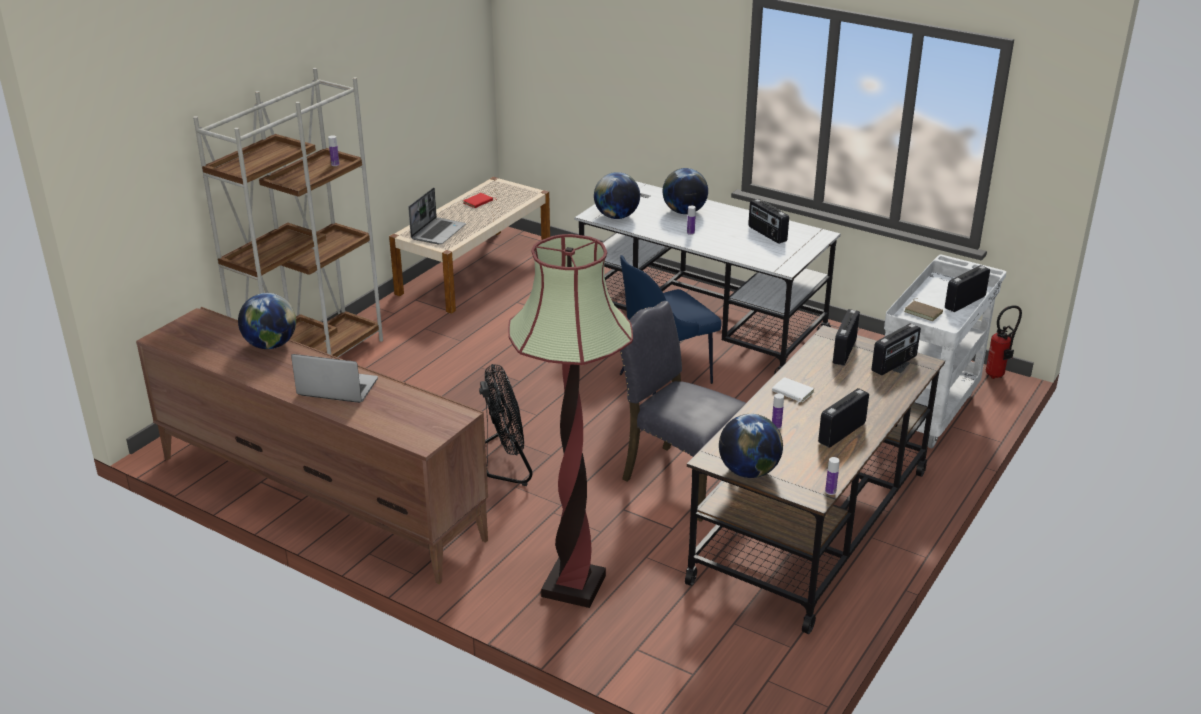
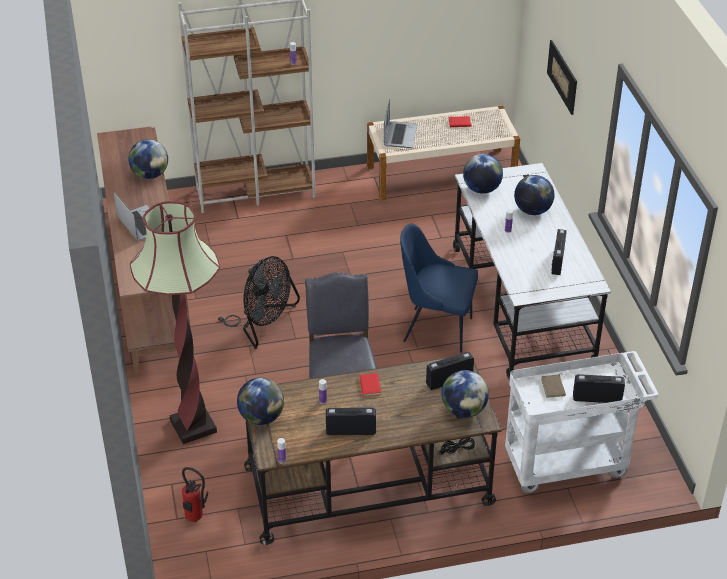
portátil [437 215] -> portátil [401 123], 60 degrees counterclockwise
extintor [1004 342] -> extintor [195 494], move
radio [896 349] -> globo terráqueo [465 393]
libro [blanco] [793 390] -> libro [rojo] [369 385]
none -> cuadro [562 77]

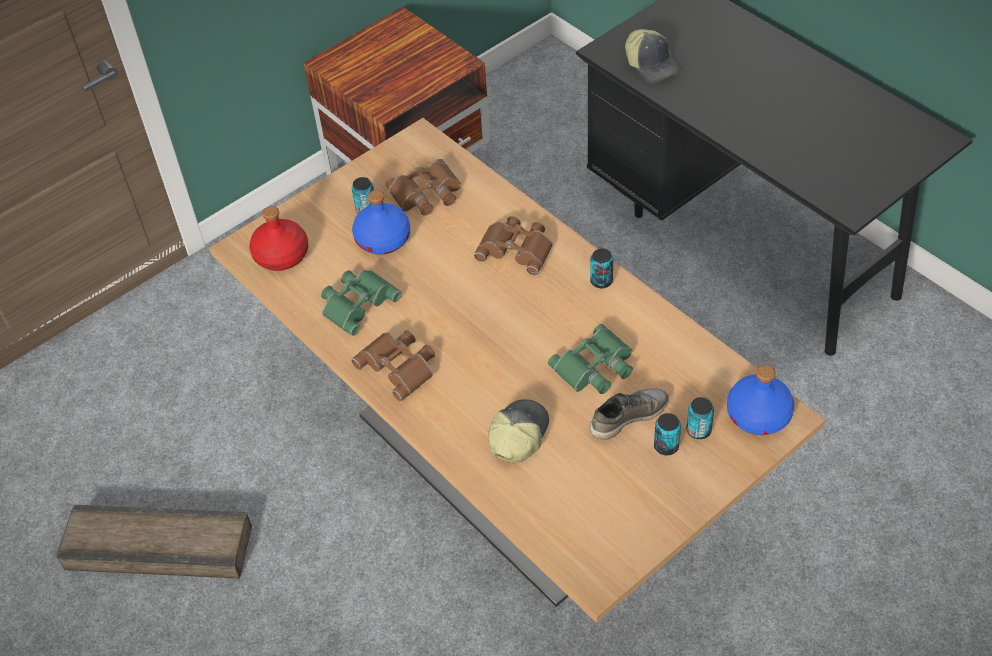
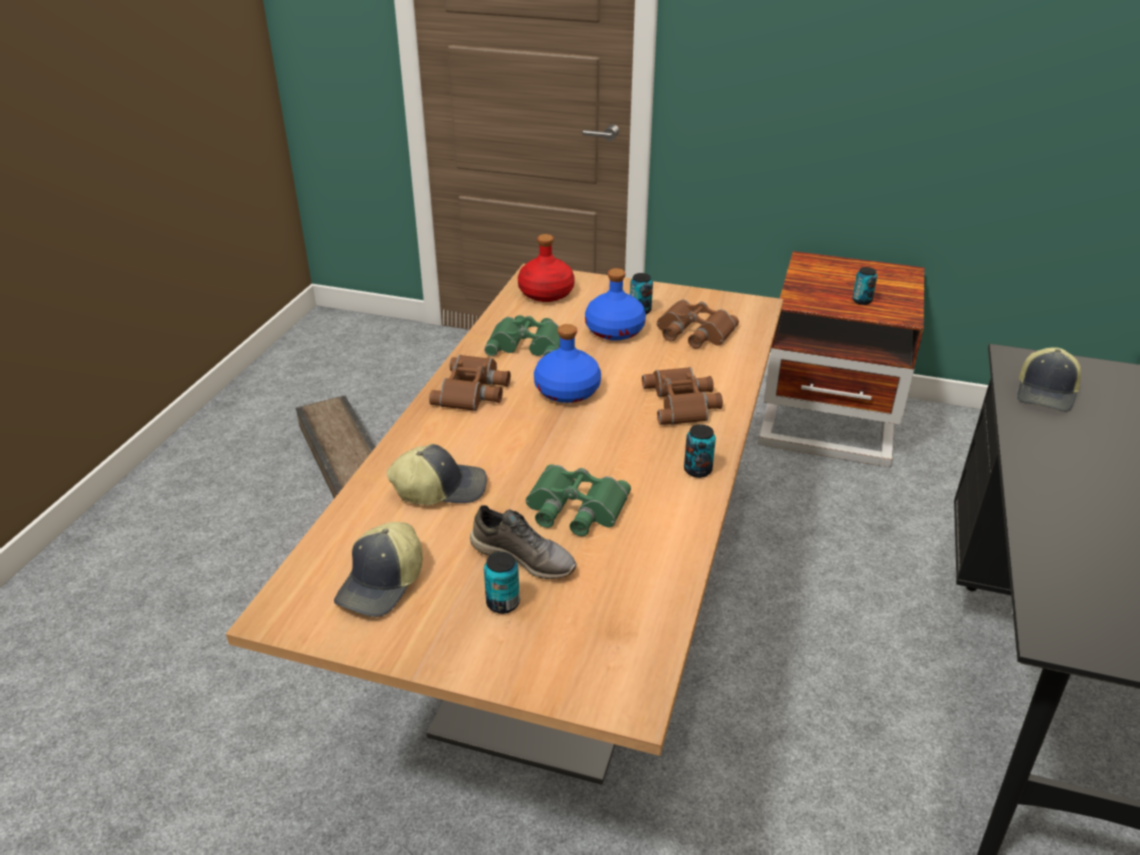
botella [azul] [760 400] -> botella [azul] [567 363], move
lata [700 418] -> lata [864 286], move
none -> gorra [378 569]

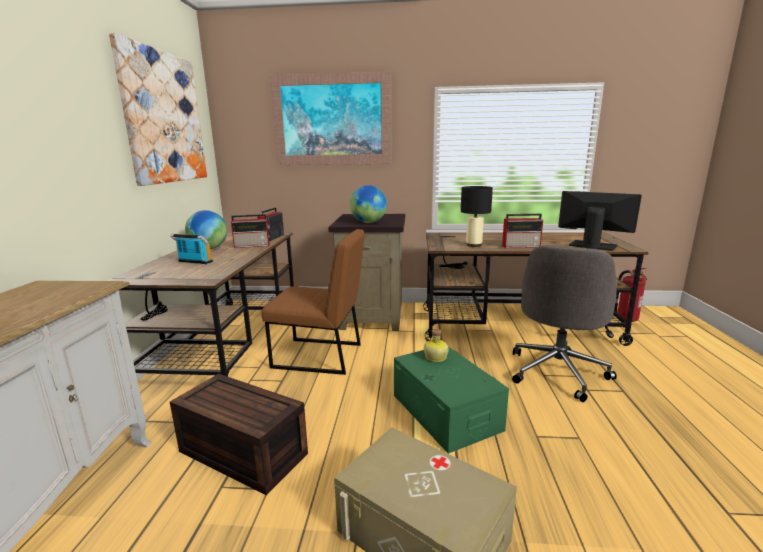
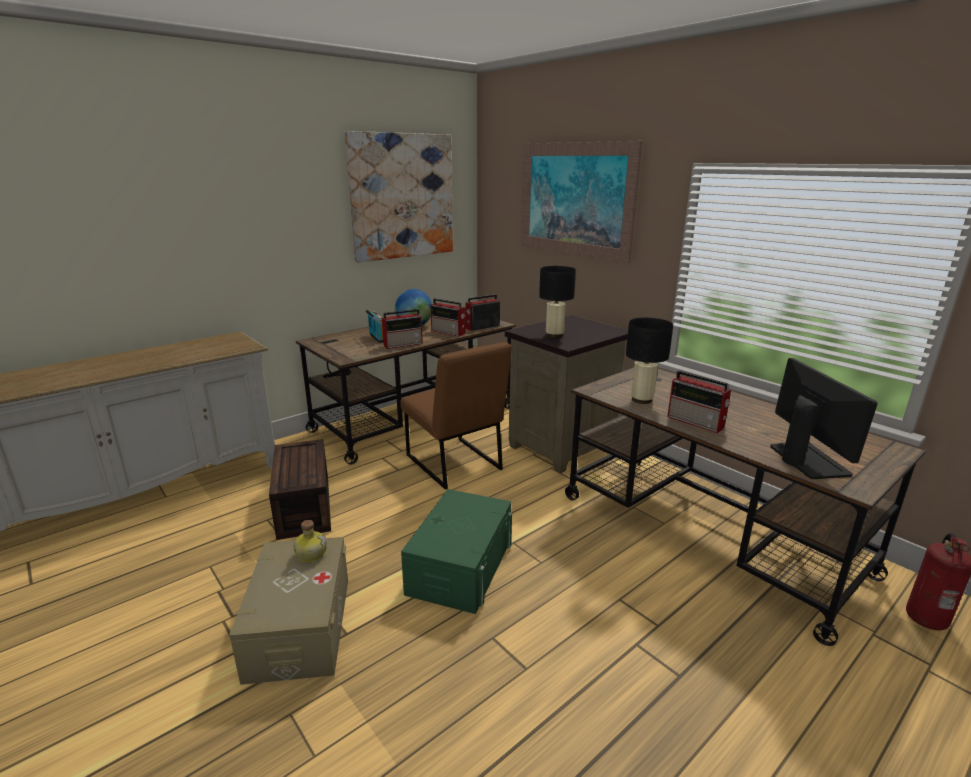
globo terráqueo [368 204] -> lámpara de mesa [negro] [557 302]
silla de oficina [gris] [564 323] -> none
botella [436 345] -> botella [310 541], move
none -> radio [402 329]

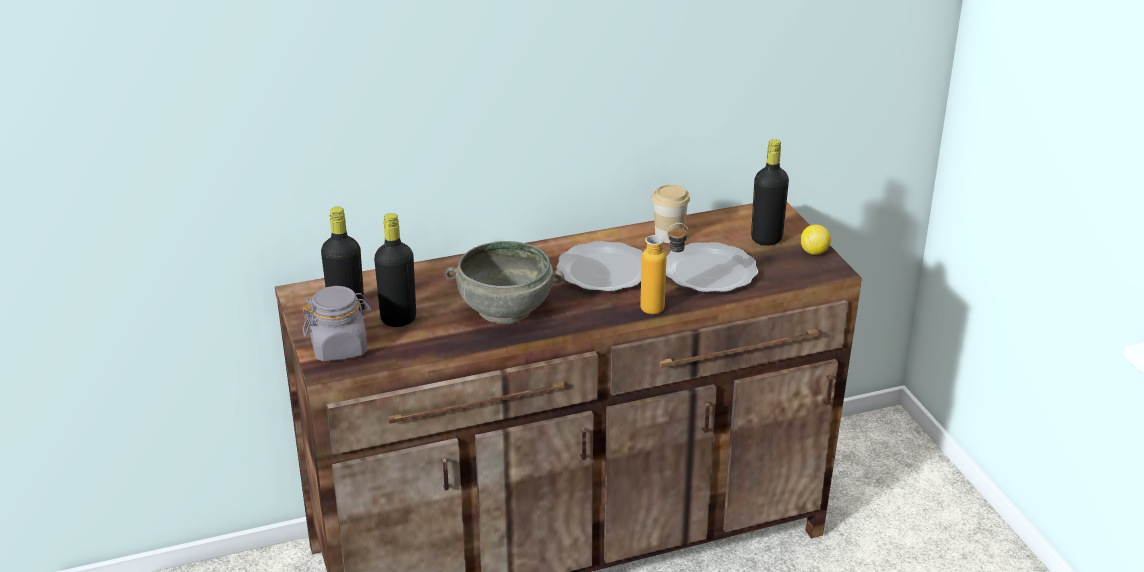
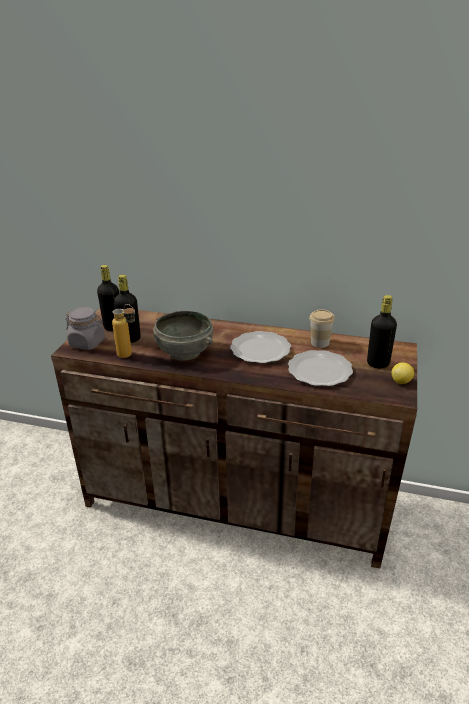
botella [664 268] -> botella [123 331], move

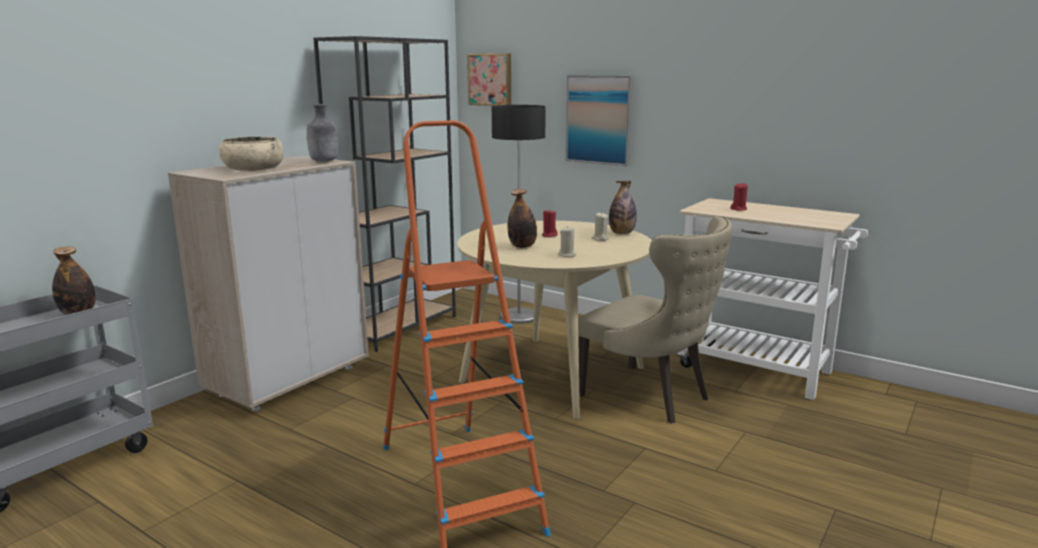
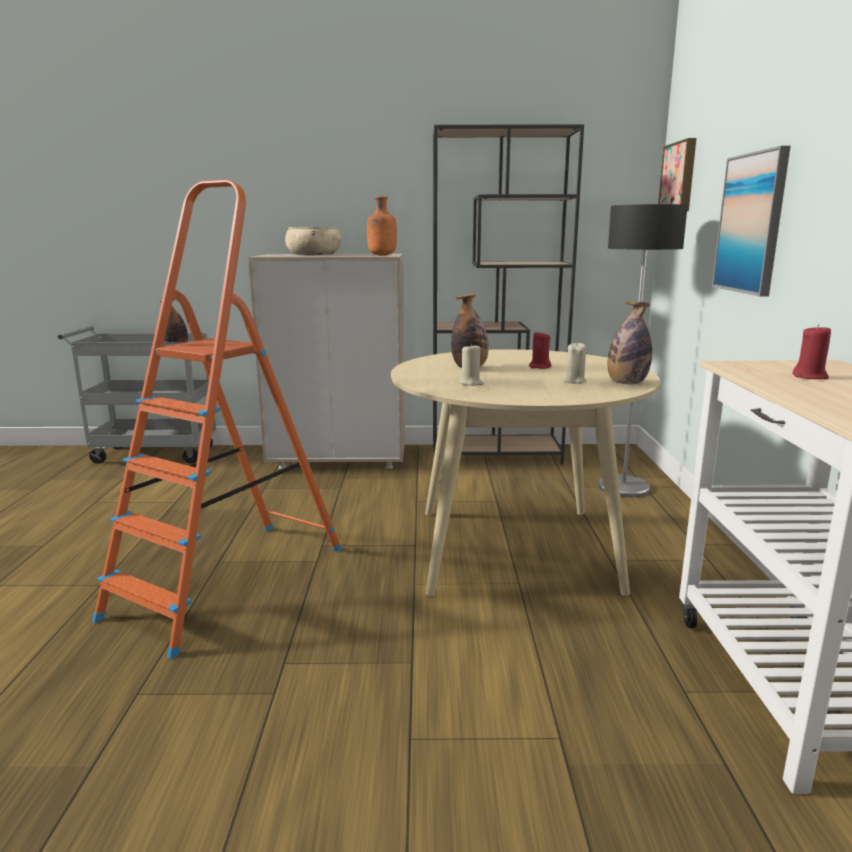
botella [gris] [322 133] -> botella [naranja] [382 226]
silla [beis] [655 320] -> none

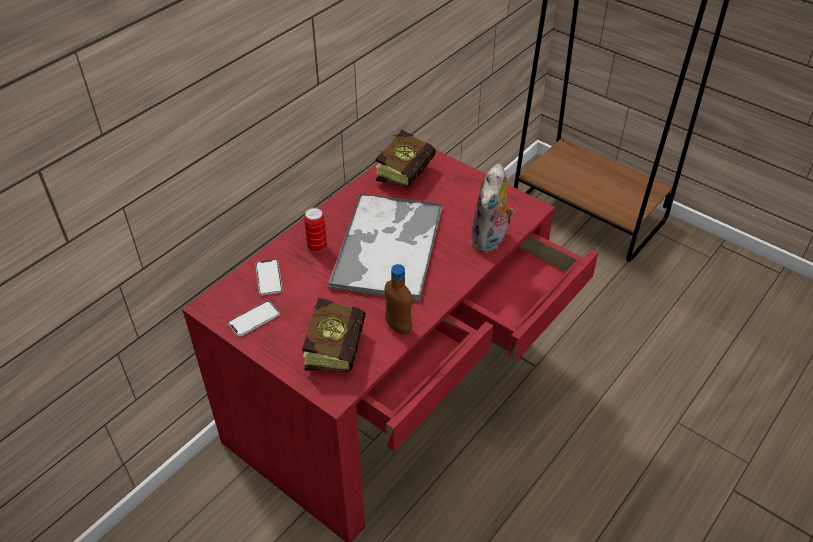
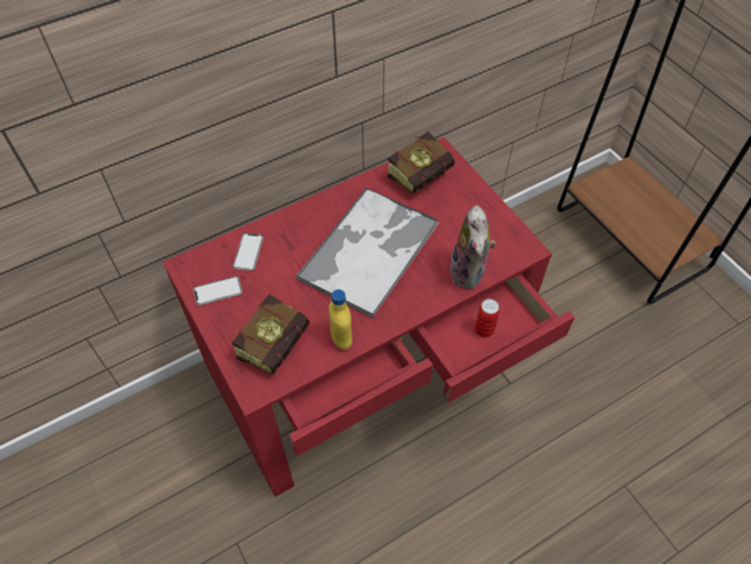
peluche [492 208] -> peluche [473 247], 45 degrees counterclockwise
lata [315 230] -> lata [487 318], move
botella [marrón] [398 299] -> botella [amarillo] [340 319]

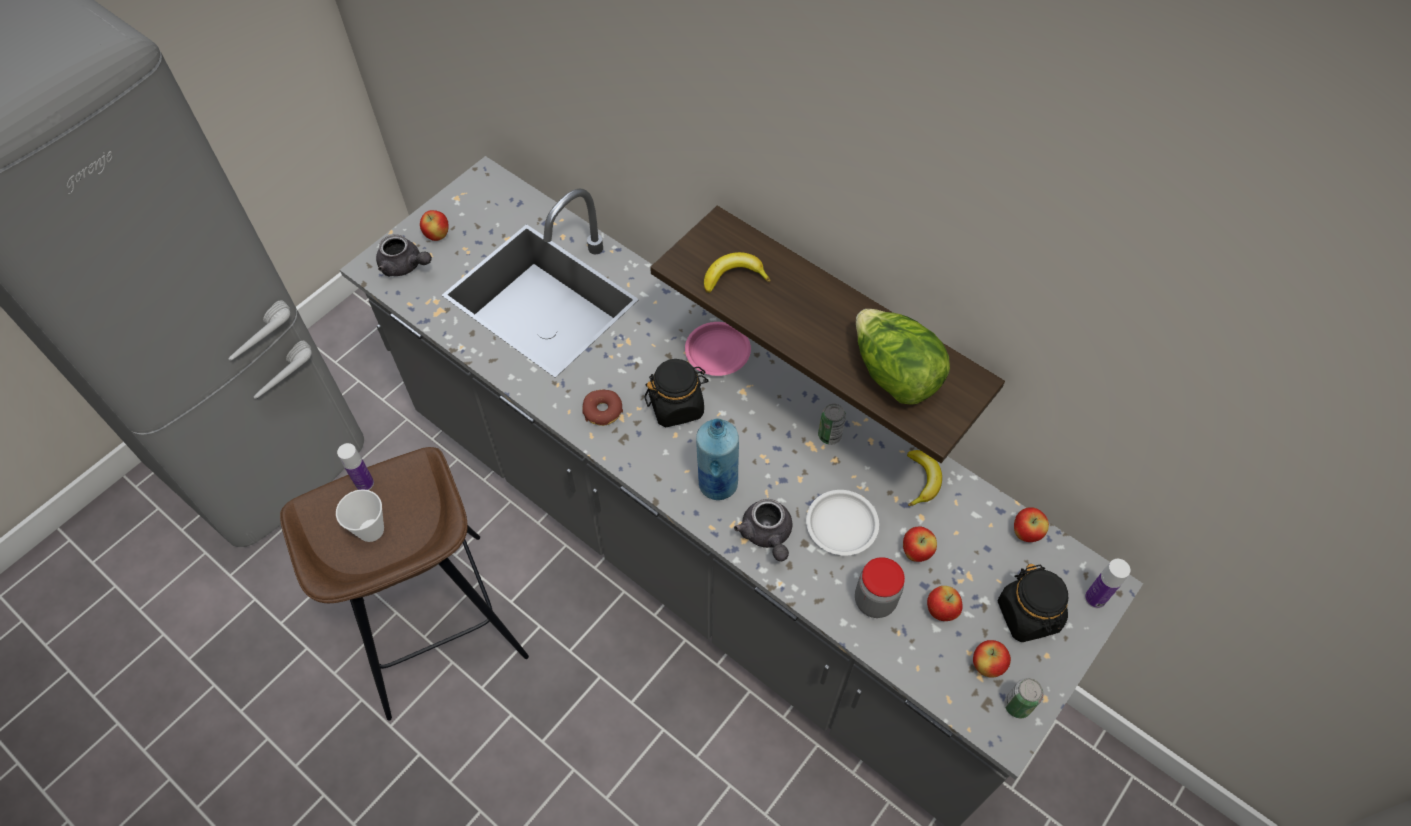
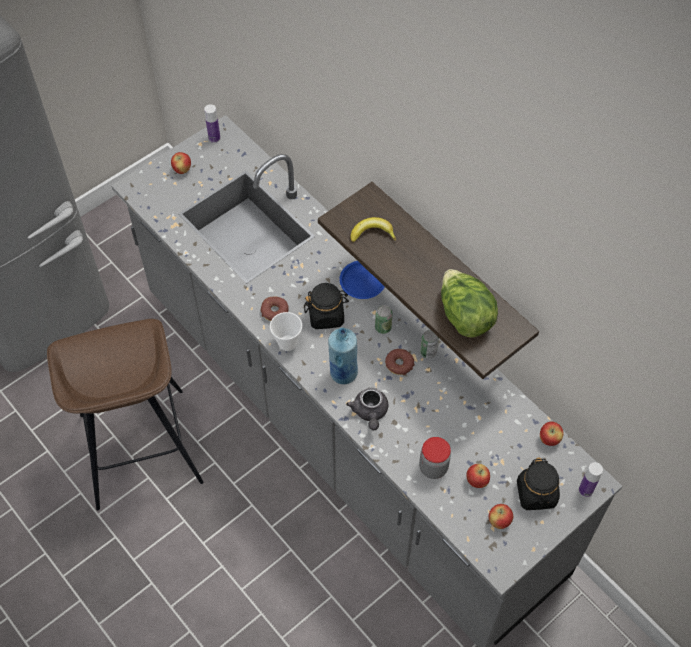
tetera [gris] [404 256] -> none
plato [rosa] [718 349] -> plato [azul] [362 280]
botella [355 466] -> botella [212 123], move
plátano [924 478] -> none
taza [360 515] -> taza [286 331], move
plato [blanco] [842 523] -> none
manzana [920 544] -> none
lata [1024 698] -> lata [383 319], move
none -> rosquilla [399 362]

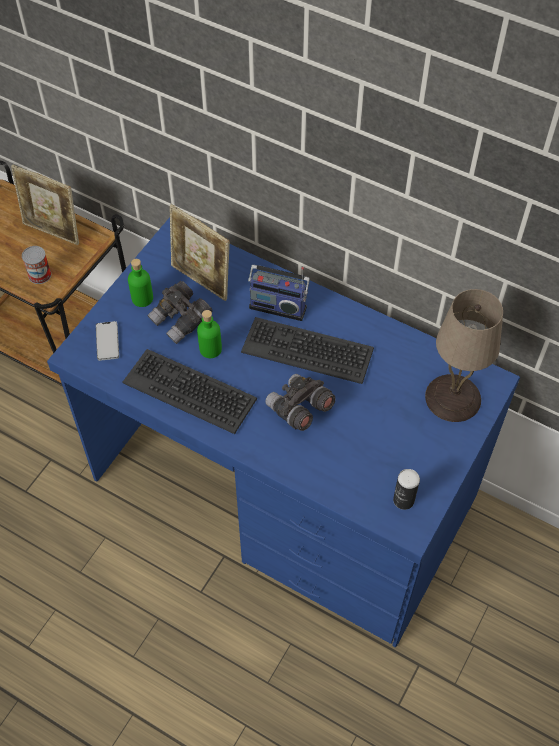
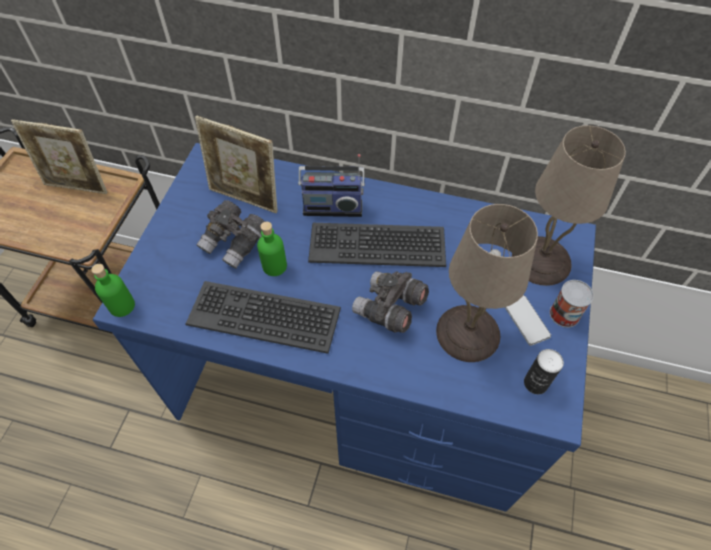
lata [36 265] -> lata [572 304], move
botella [verde] [140 283] -> botella [verde] [113 290], move
móvil [107 341] -> móvil [528 320], move
none -> lámpara de mesa [beis] [487 283]

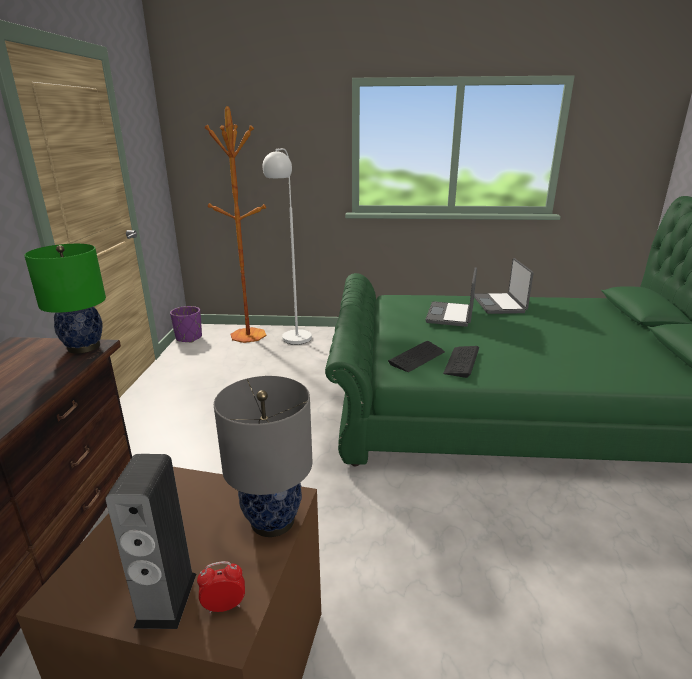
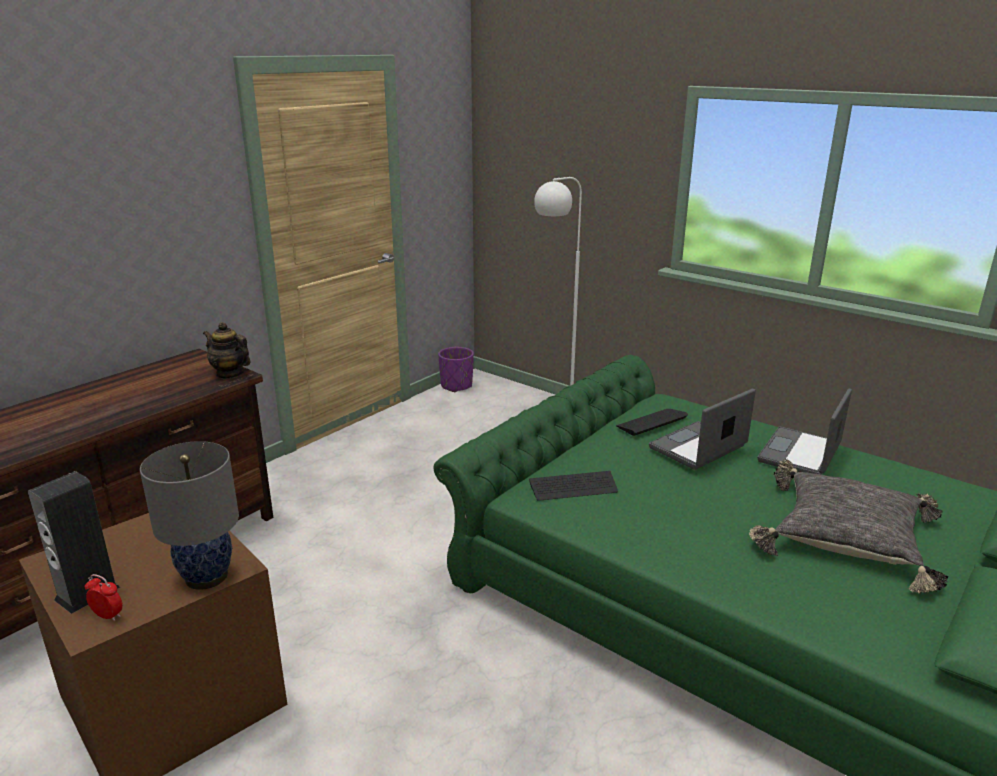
perchero [naranja] [236 224] -> none
lámpara de mesa [verde] [65 299] -> tetera [226 350]
teclado [461 362] -> teclado [652 422], move
none -> cojín [849 526]

